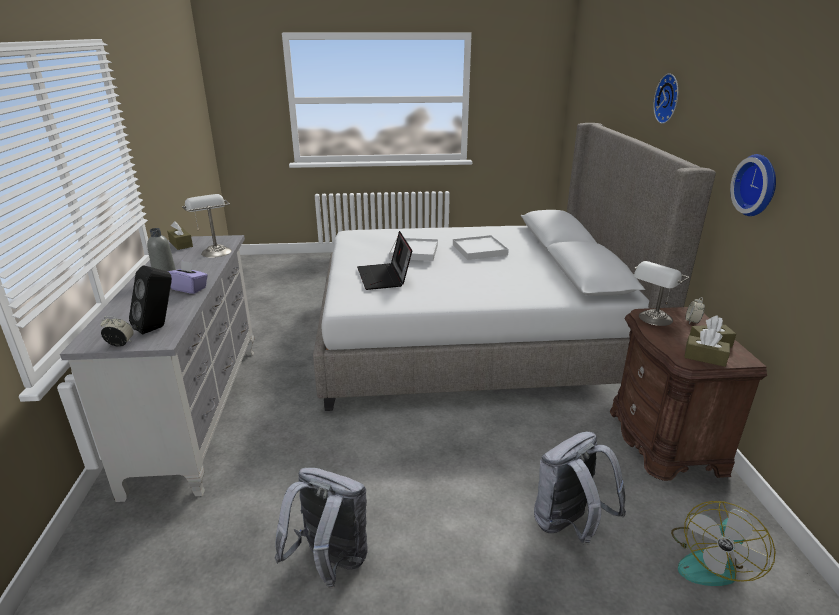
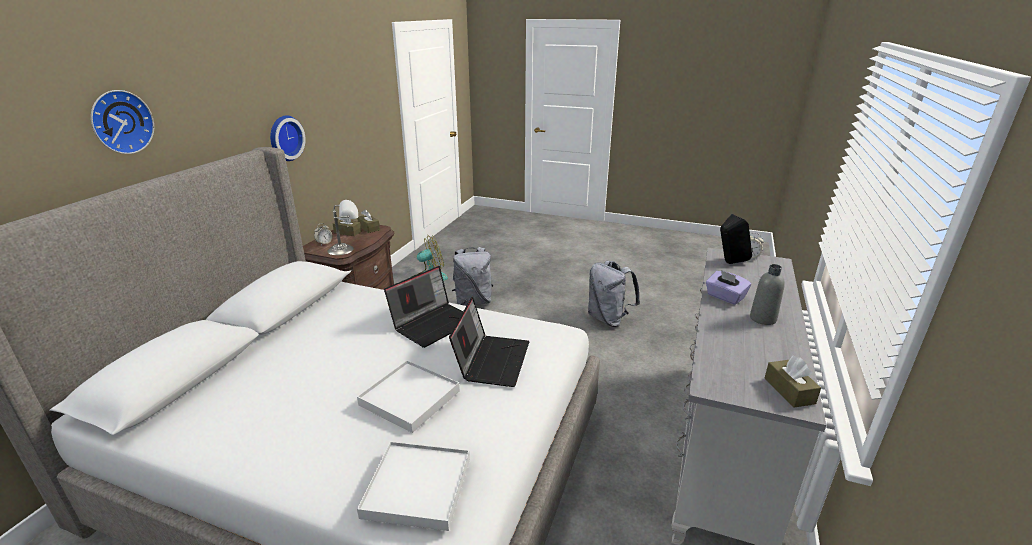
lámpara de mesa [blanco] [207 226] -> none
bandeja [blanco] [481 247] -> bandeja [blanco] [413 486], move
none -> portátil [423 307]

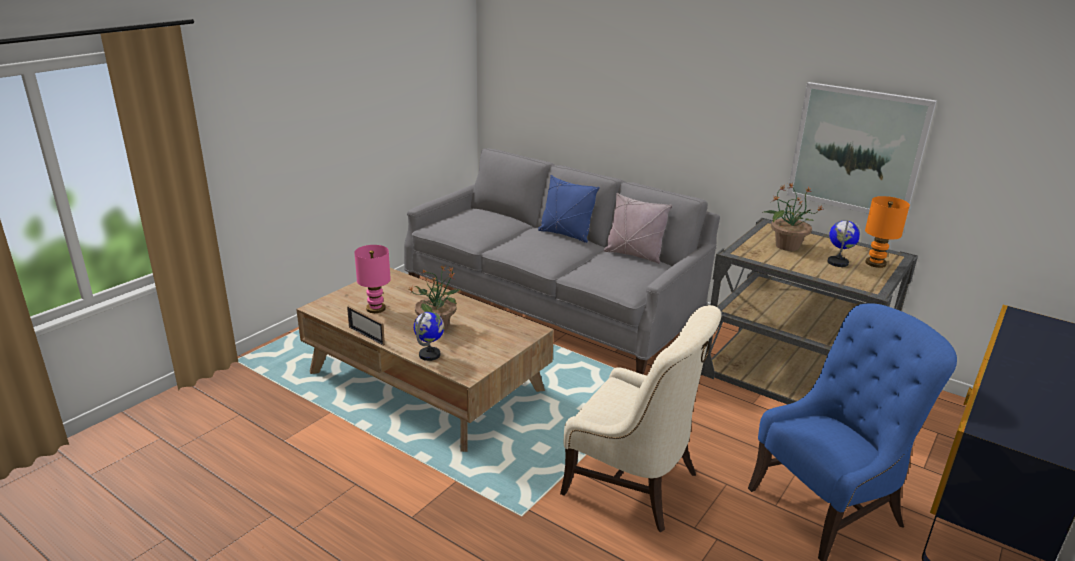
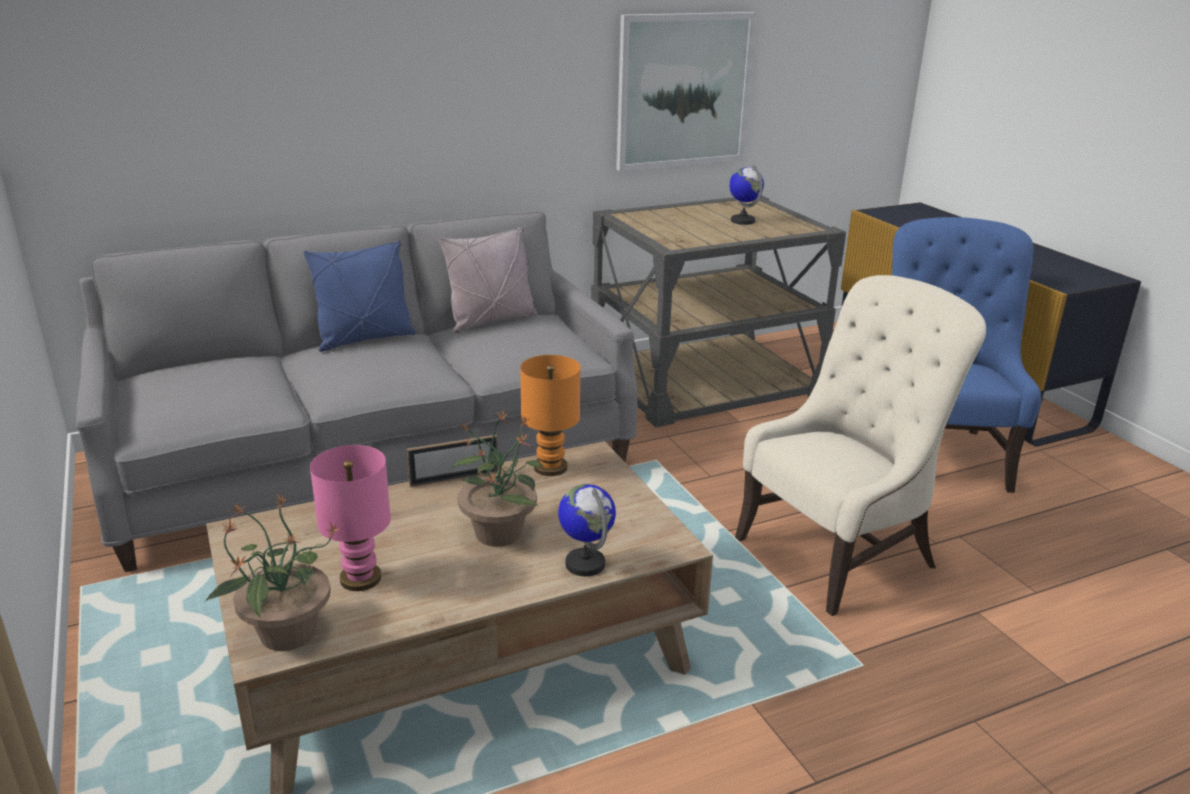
planta en maceta [793 217] -> planta en maceta [272 572], move
lámpara de mesa [naranja] [887 232] -> lámpara de mesa [naranja] [550 415], move
portarretratos [366 326] -> portarretratos [452 461], move

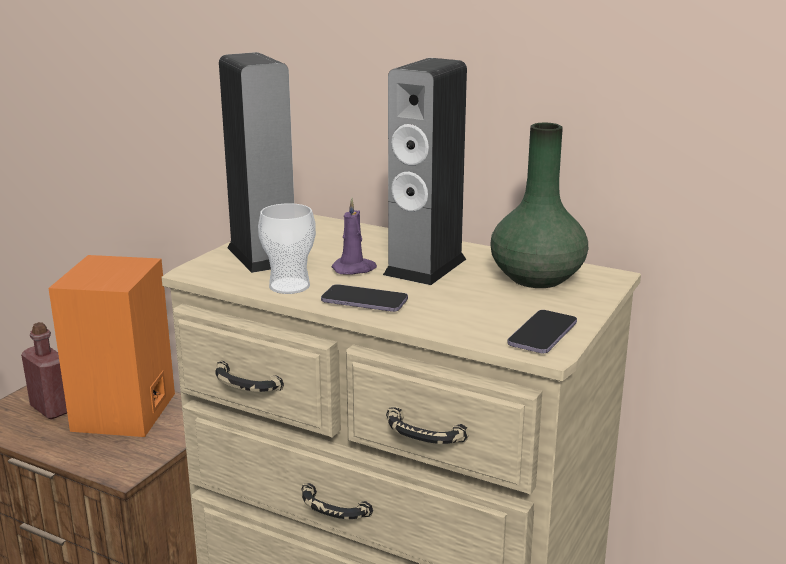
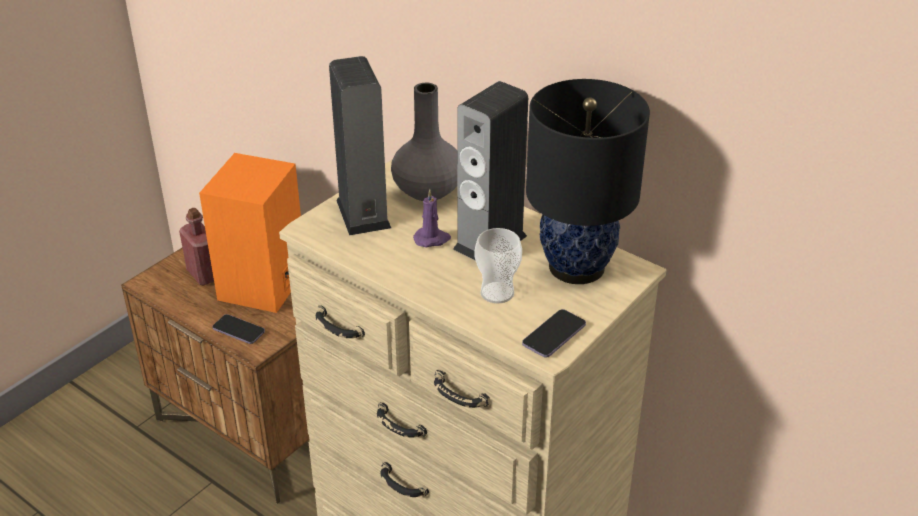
florero [verde] [539 205] -> lámpara de mesa [negro] [588 181]
taza [287 248] -> taza [498 266], move
móvil [364 298] -> móvil [238 329], move
none -> florero [gris] [424 142]

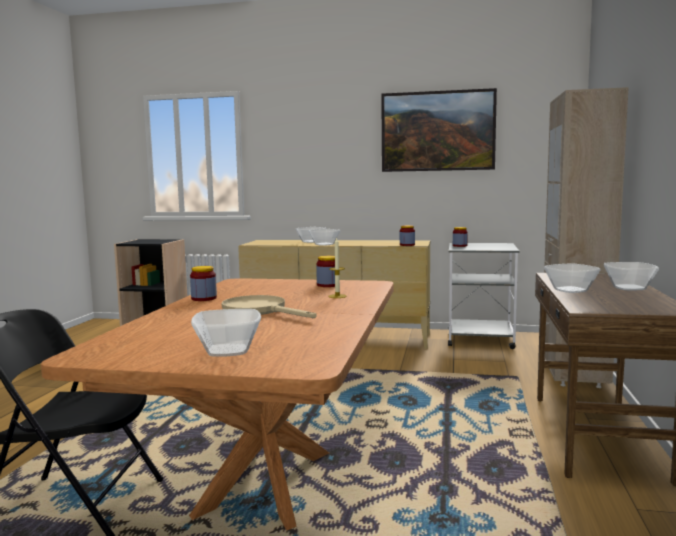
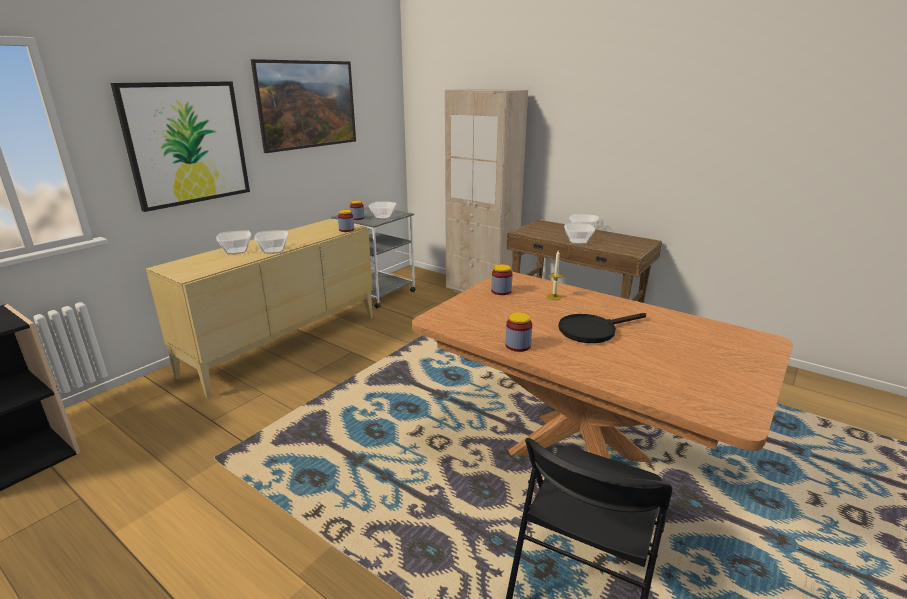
sartén [beis] [269 306] -> sartén [negro] [602 328]
cuenco [226 333] -> cuenco [382 210], move
none -> cuadro [180 146]

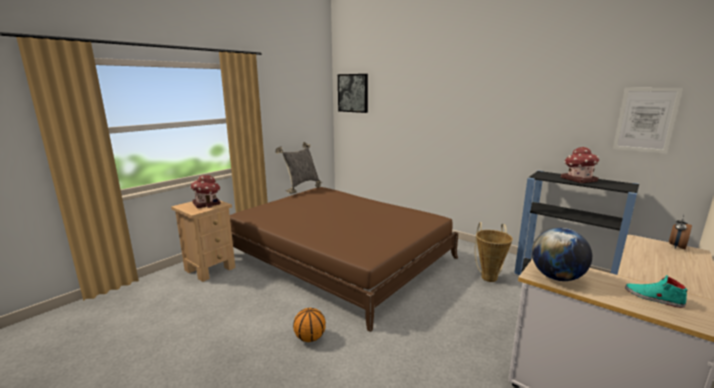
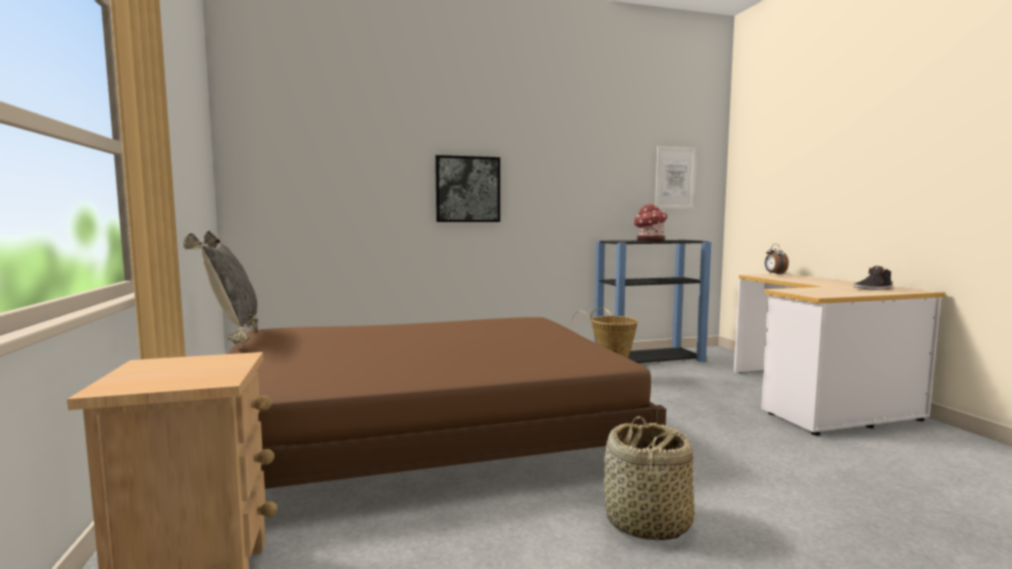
cuadro [353 93] -> cuadro [467 188], move
casita [205 191] -> none
globo terráqueo [562 254] -> none
zapato [turquesa] [656 291] -> zapato [negro] [872 278]
balón de baloncesto [309 325] -> cesta [649 478]

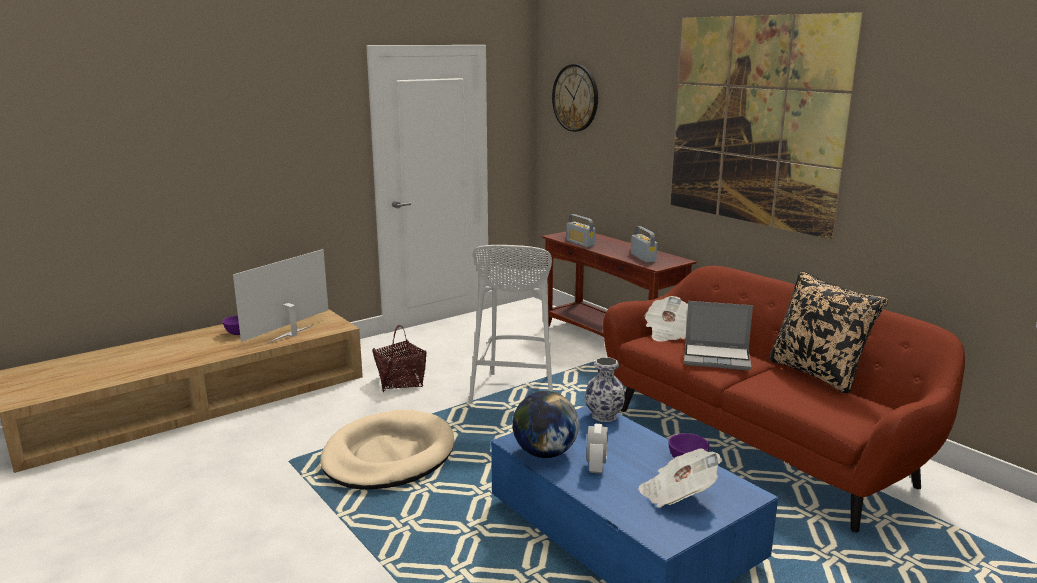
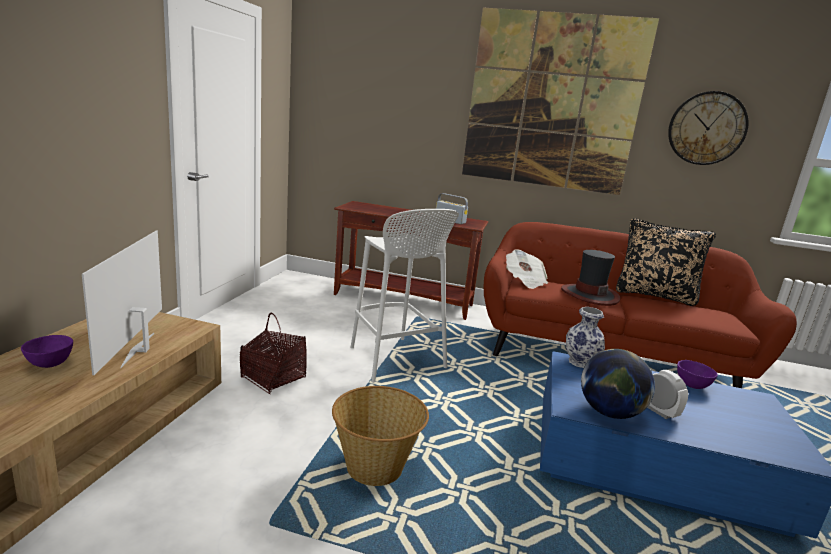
reloj de pared [575 98] -> reloj de pared [708 128], move
radio [580 230] -> none
portátil [718 335] -> sombrero [590 278]
cama para perro [beis] [387 450] -> cesta [380 436]
periódico [680 478] -> none

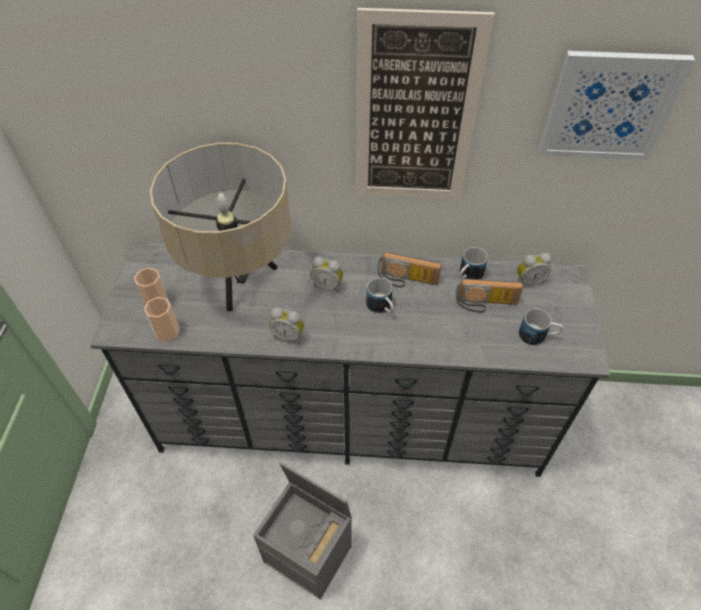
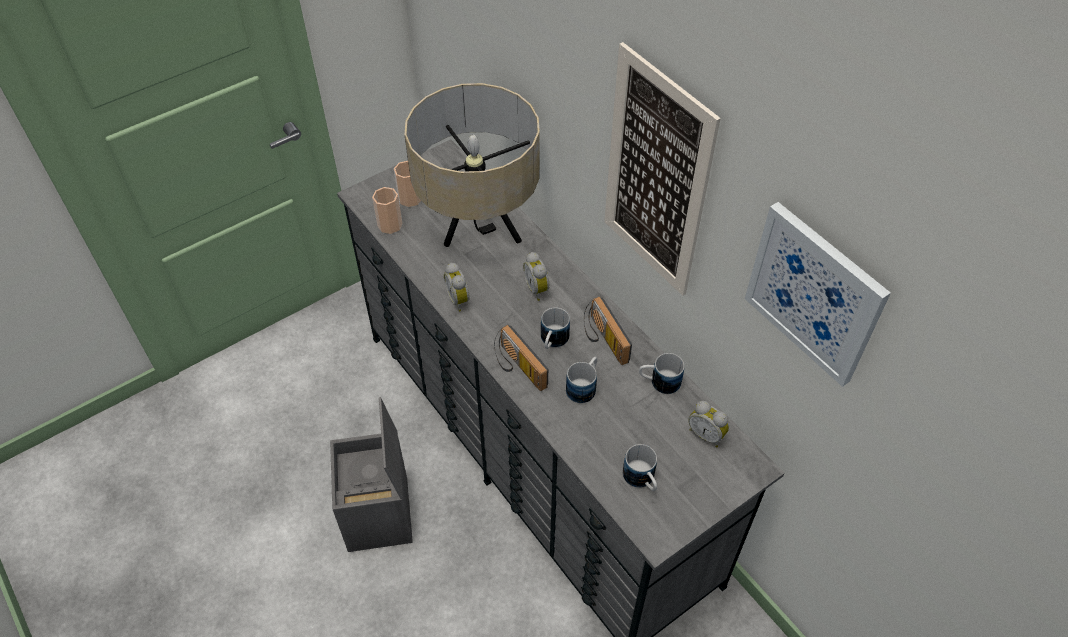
radio [489 295] -> radio [521 358], move
none -> taza grande [581 380]

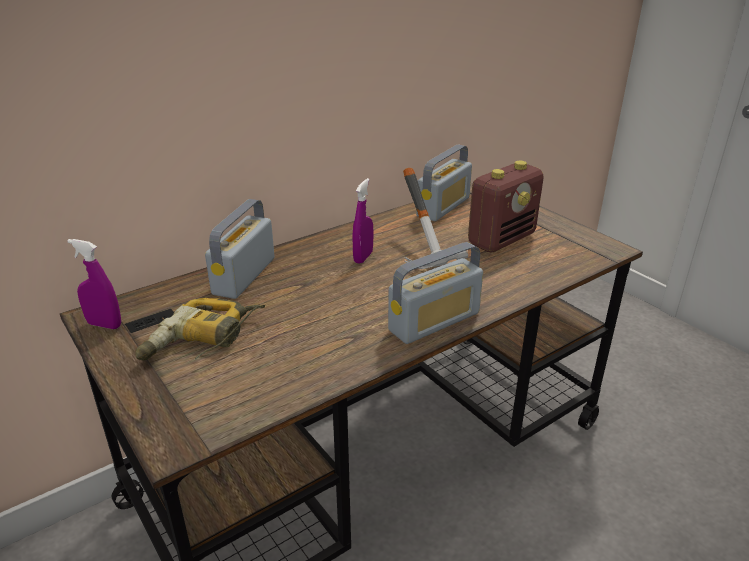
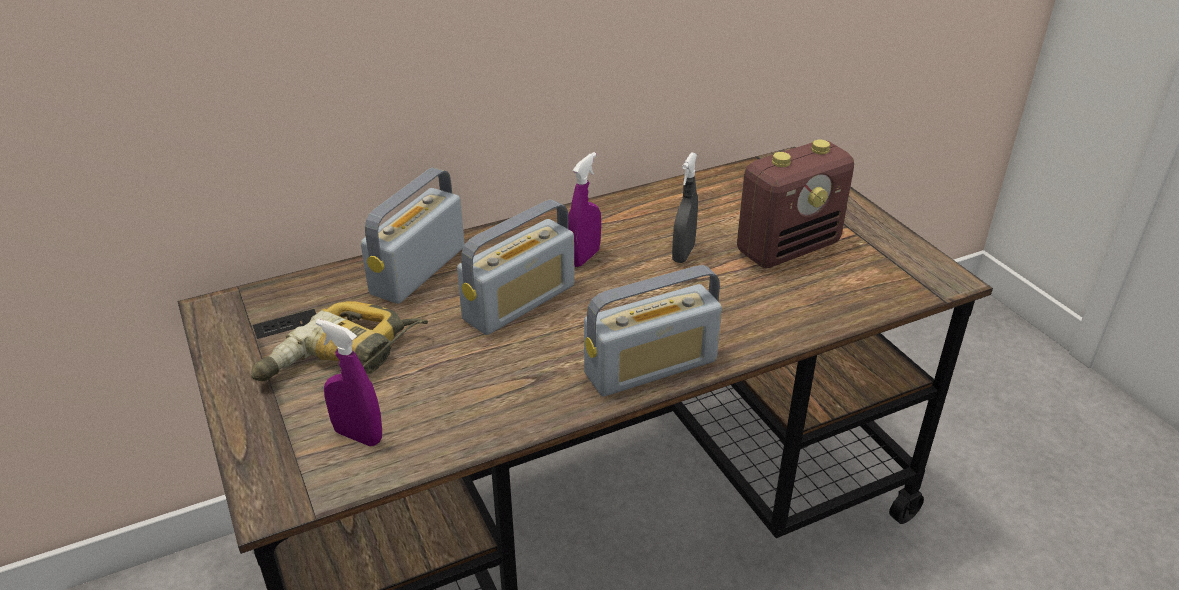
radio [444 182] -> radio [516 267], move
martillo [435 218] -> pulverizador [gris] [685 207]
pulverizador [morado] [94 284] -> pulverizador [morado] [349 382], move

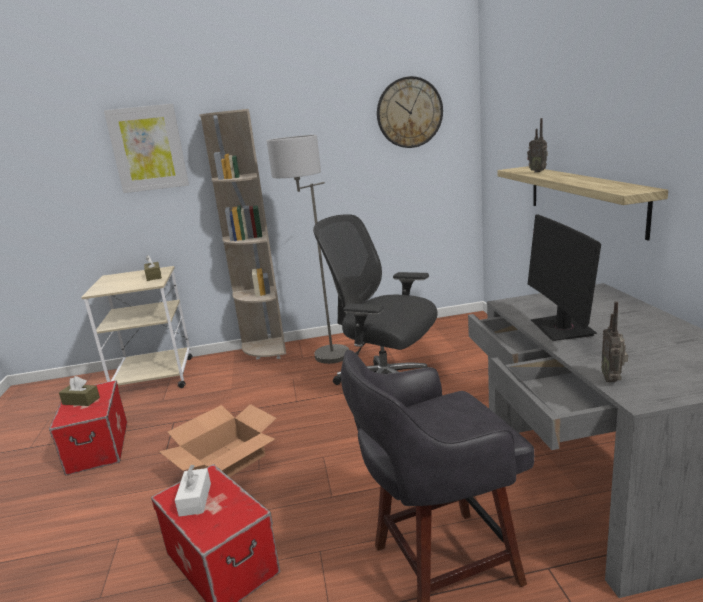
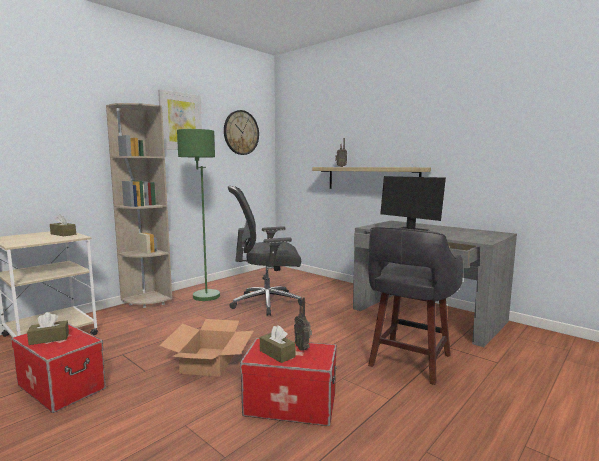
cuadro [146 148] -> cuadro [180 119], move
lámpara de pie [gris] [308 249] -> lámpara de pie [verde] [198 215]
radio [614 341] -> radio [303 324], move
caja de pañuelos [blanco] [193 491] -> caja de pañuelos [marrón] [278 344]

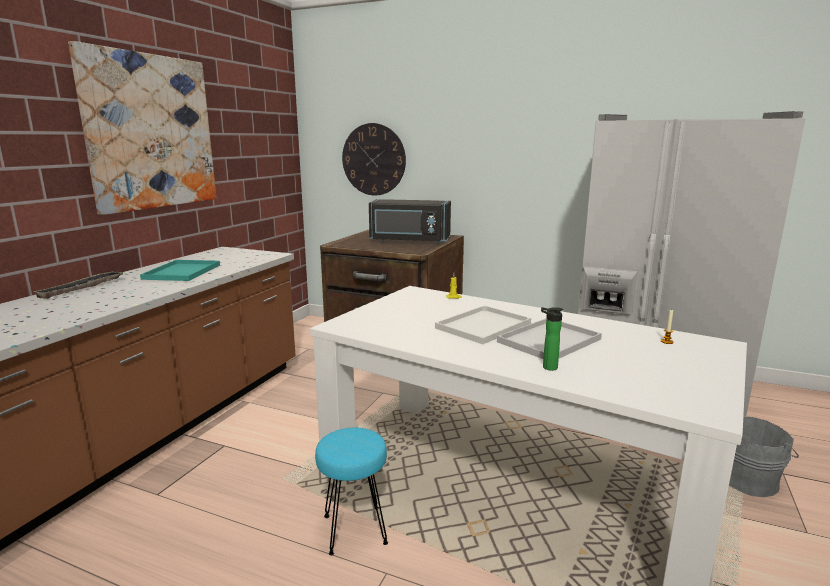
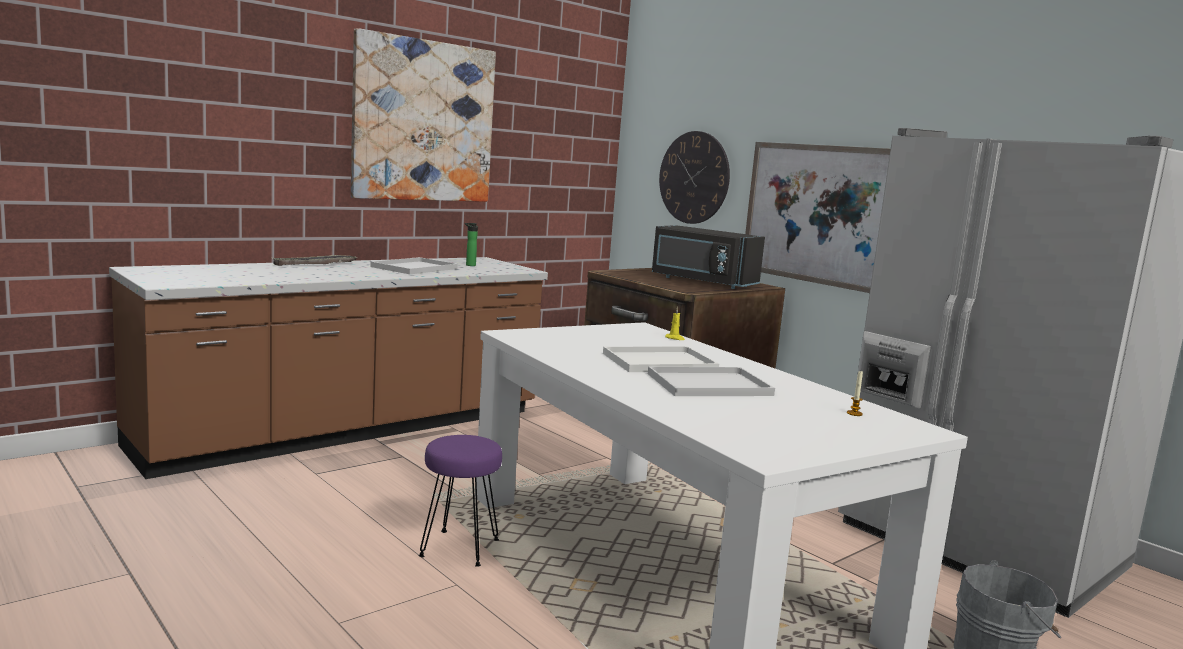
bandeja [turquesa] [180 270] -> bandeja [blanco] [414 265]
botella [552 339] -> botella [471 244], move
taburete [turquesa] [351 491] -> taburete [morado] [460 501]
none -> cuadro [817 217]

